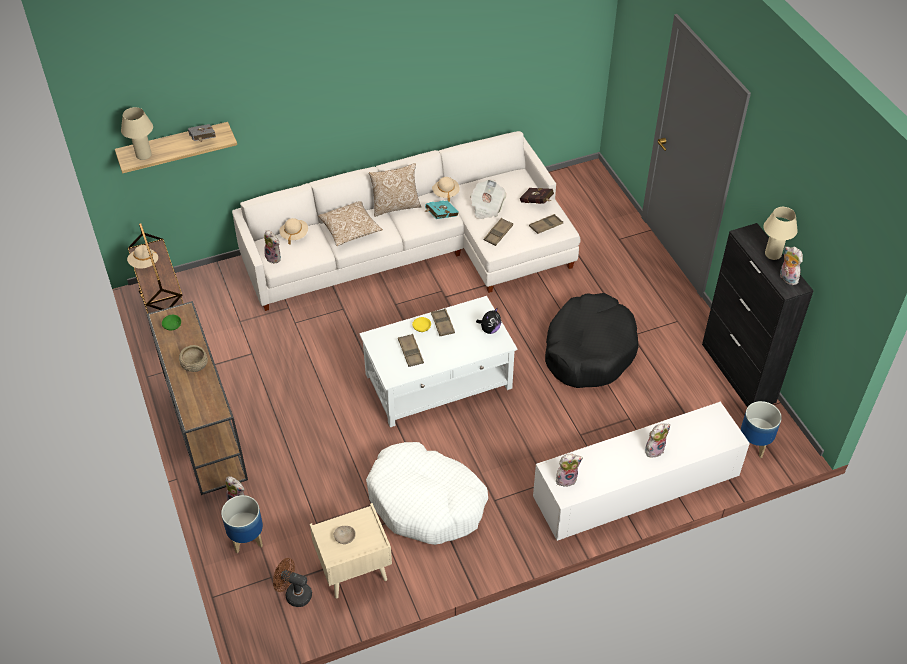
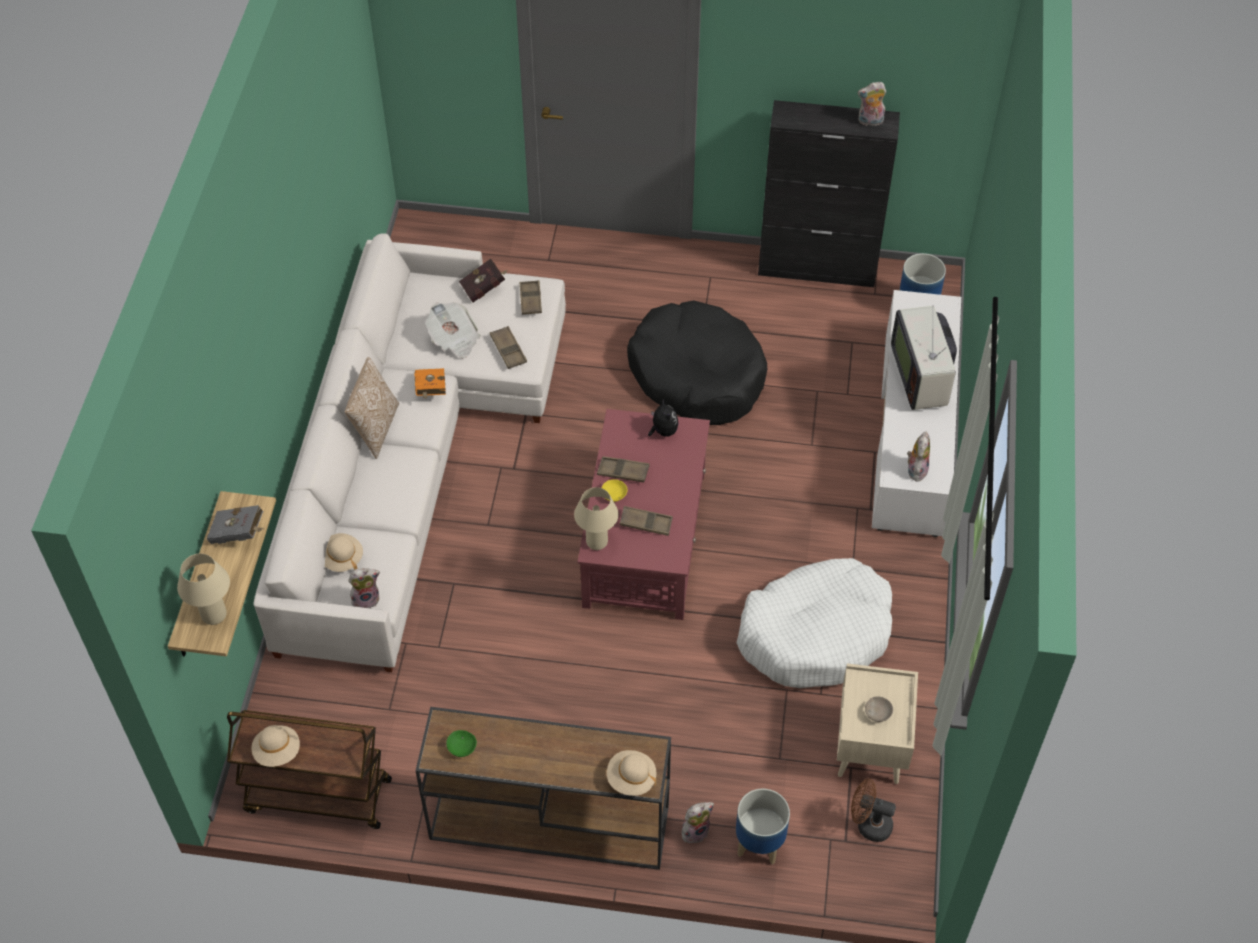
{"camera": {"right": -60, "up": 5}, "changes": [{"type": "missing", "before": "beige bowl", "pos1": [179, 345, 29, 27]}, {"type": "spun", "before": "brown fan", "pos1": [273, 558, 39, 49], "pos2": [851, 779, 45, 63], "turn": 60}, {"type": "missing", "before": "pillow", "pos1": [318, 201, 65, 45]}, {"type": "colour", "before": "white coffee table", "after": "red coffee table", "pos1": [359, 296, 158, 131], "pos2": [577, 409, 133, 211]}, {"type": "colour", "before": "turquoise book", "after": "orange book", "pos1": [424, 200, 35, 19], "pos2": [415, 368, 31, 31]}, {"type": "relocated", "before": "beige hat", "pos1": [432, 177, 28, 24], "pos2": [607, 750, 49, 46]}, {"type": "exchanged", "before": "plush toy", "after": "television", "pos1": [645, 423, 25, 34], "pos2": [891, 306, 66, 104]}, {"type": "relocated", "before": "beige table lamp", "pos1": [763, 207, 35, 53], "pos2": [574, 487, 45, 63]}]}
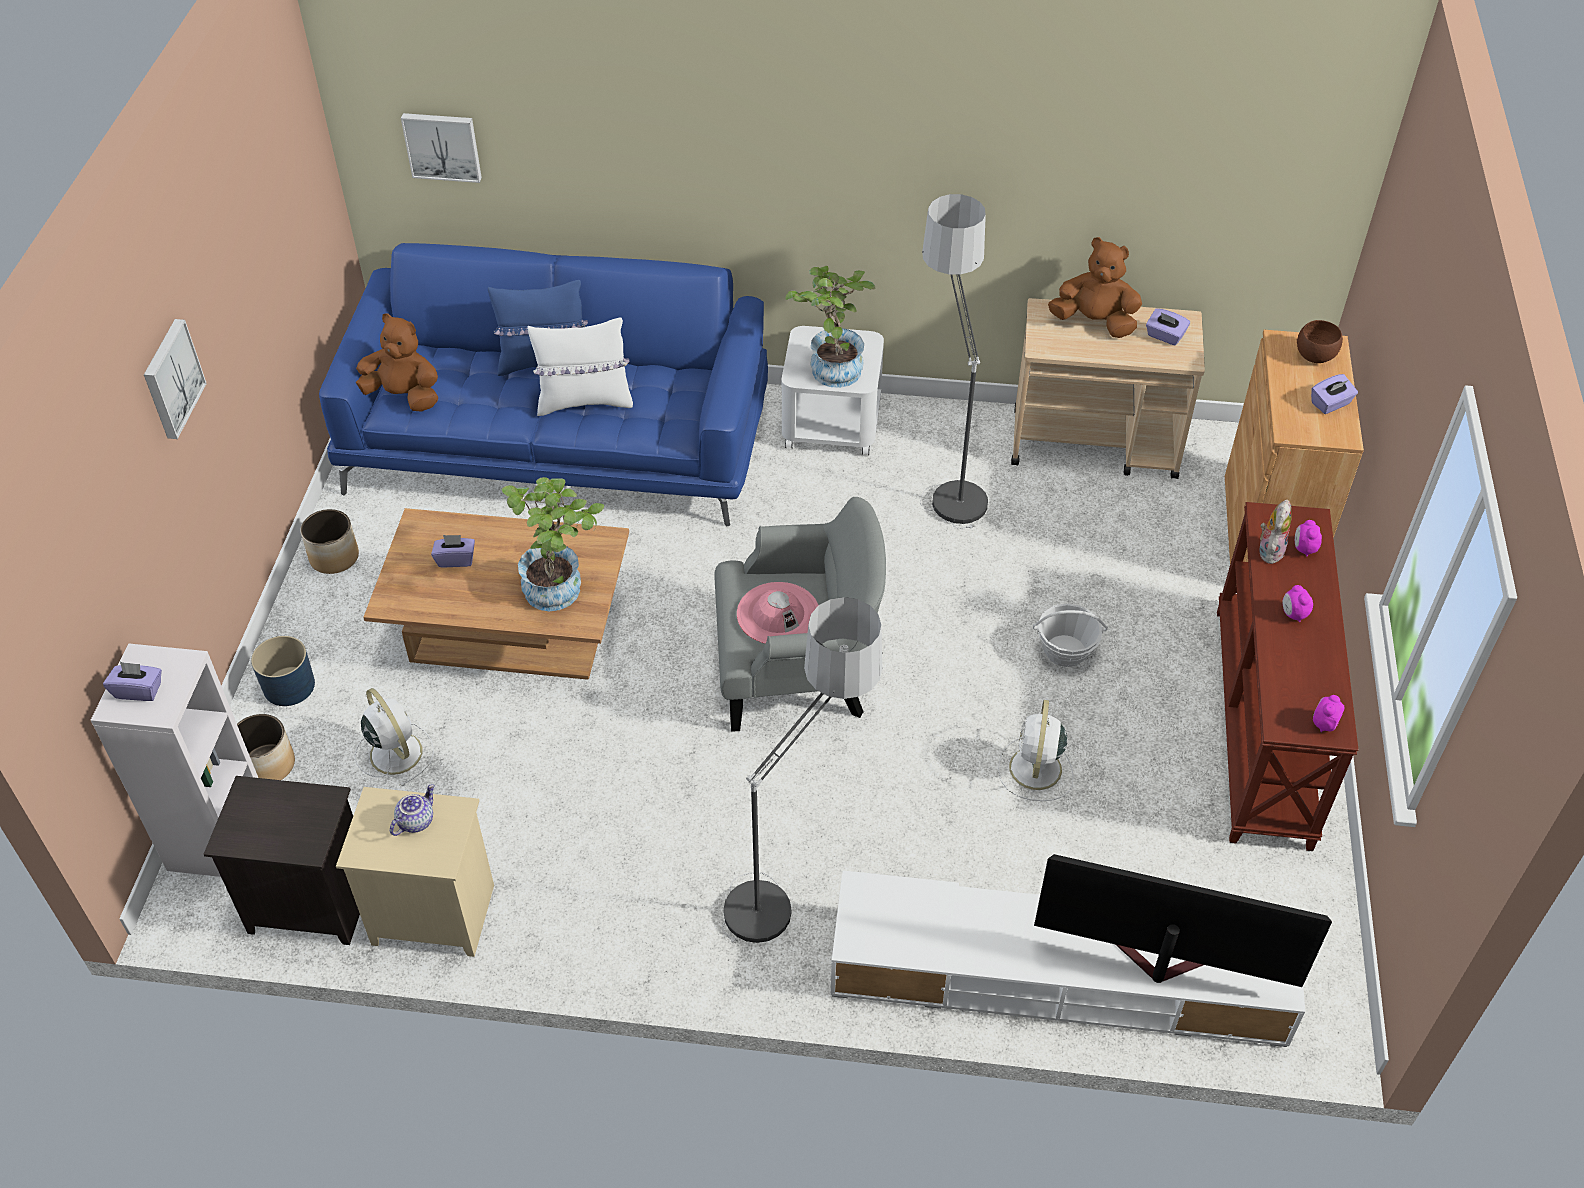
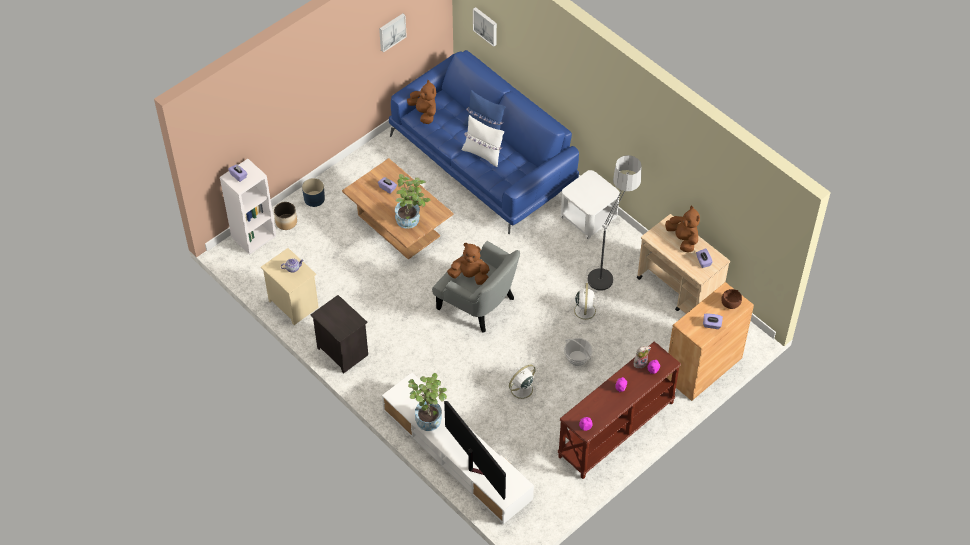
{"camera": {"right": 40, "up": 5}, "changes": [{"type": "relocated", "before": "picture", "pos1": [144, 319, 63, 120], "pos2": [379, 13, 28, 39]}, {"type": "relocated", "before": "black nightstand", "pos1": [204, 776, 156, 169], "pos2": [310, 295, 58, 78]}, {"type": "missing", "before": "planter", "pos1": [300, 509, 59, 65]}, {"type": "relocated", "before": "white fan", "pos1": [355, 688, 79, 99], "pos2": [569, 283, 31, 41]}, {"type": "missing", "before": "floor lamp", "pos1": [722, 597, 161, 346]}, {"type": "exchanged", "before": "pink hat", "after": "brown plush toy", "pos1": [737, 582, 81, 62], "pos2": [447, 243, 43, 42]}, {"type": "relocated", "before": "potted plant", "pos1": [785, 266, 90, 122], "pos2": [408, 373, 39, 58]}]}
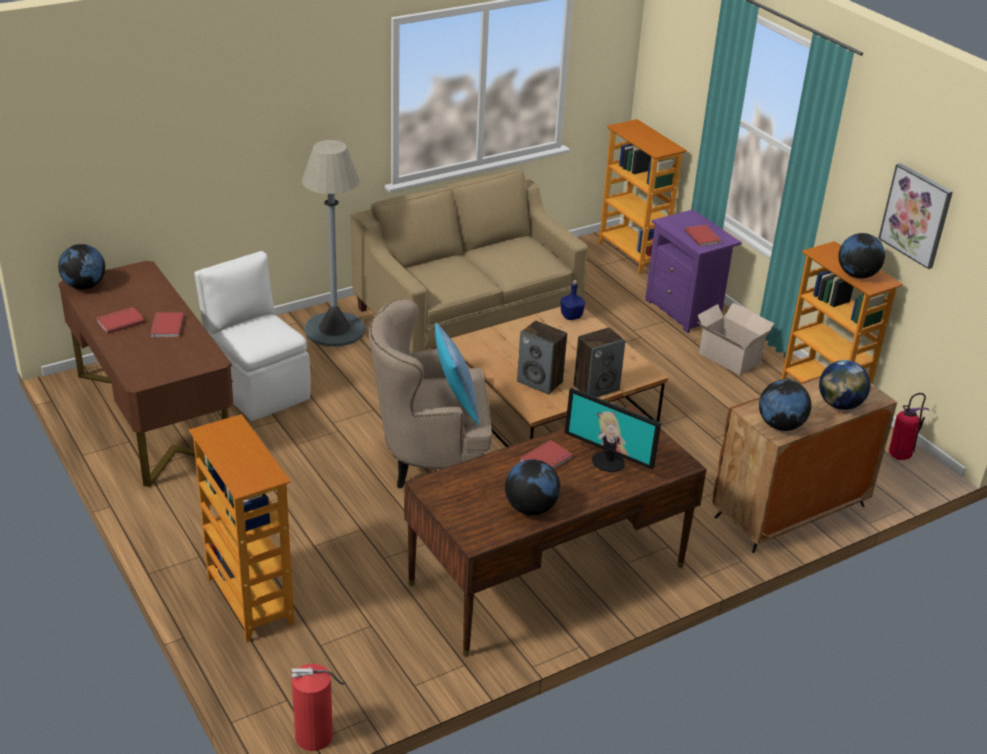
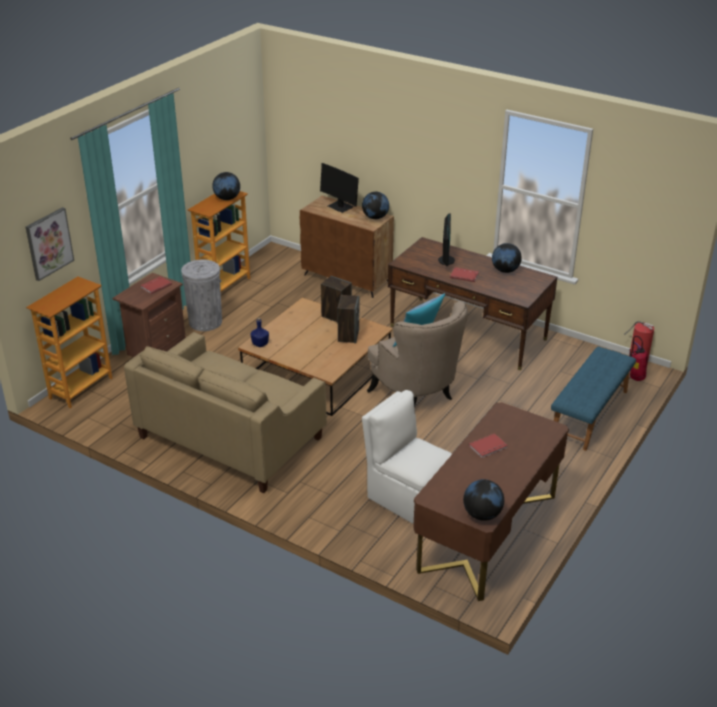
{"camera": {"right": -115, "up": 0}, "changes": [{"type": "missing", "before": "red book", "pos1": [96, 307, 49, 27]}, {"type": "exchanged", "before": "bookcase", "after": "blue bench", "pos1": [189, 414, 105, 228], "pos2": [551, 347, 85, 104]}, {"type": "spun", "before": "white chair", "pos1": [194, 251, 116, 170], "pos2": [362, 390, 90, 134], "turn": 105}, {"type": "missing", "before": "grey floor lamp", "pos1": [302, 140, 63, 207]}, {"type": "colour", "before": "purple nightstand", "after": "brown nightstand", "pos1": [645, 209, 97, 124], "pos2": [113, 273, 73, 84]}, {"type": "exchanged", "before": "cardboard box", "after": "grey trash can", "pos1": [697, 303, 77, 72], "pos2": [181, 260, 41, 71]}, {"type": "exchanged", "before": "globe", "after": "monitor", "pos1": [819, 360, 51, 50], "pos2": [320, 163, 39, 50]}, {"type": "relocated", "before": "picture", "pos1": [878, 163, 75, 106], "pos2": [26, 207, 48, 74]}, {"type": "relocated", "before": "fire extinguisher", "pos1": [889, 393, 40, 67], "pos2": [630, 336, 18, 45]}]}
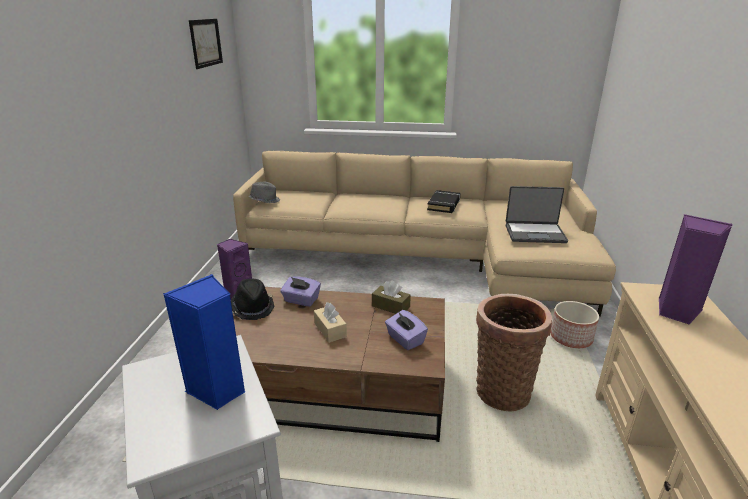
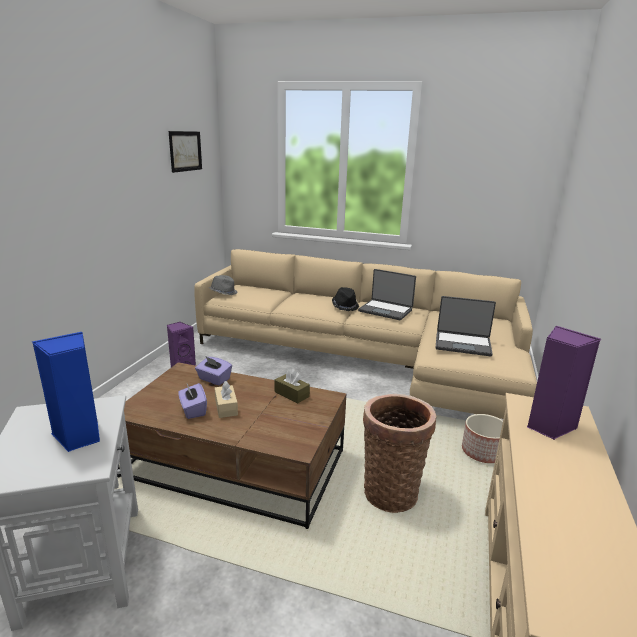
{"camera": {"right": 10, "up": -5}, "changes": [{"type": "relocated", "before": "black hat", "pos1": [231, 279, 44, 41], "pos2": [332, 287, 27, 24]}, {"type": "relocated", "before": "purple tissue box", "pos1": [385, 310, 43, 40], "pos2": [178, 383, 29, 36]}, {"type": "exchanged", "before": "black book", "after": "laptop", "pos1": [427, 190, 33, 23], "pos2": [358, 269, 58, 51]}]}
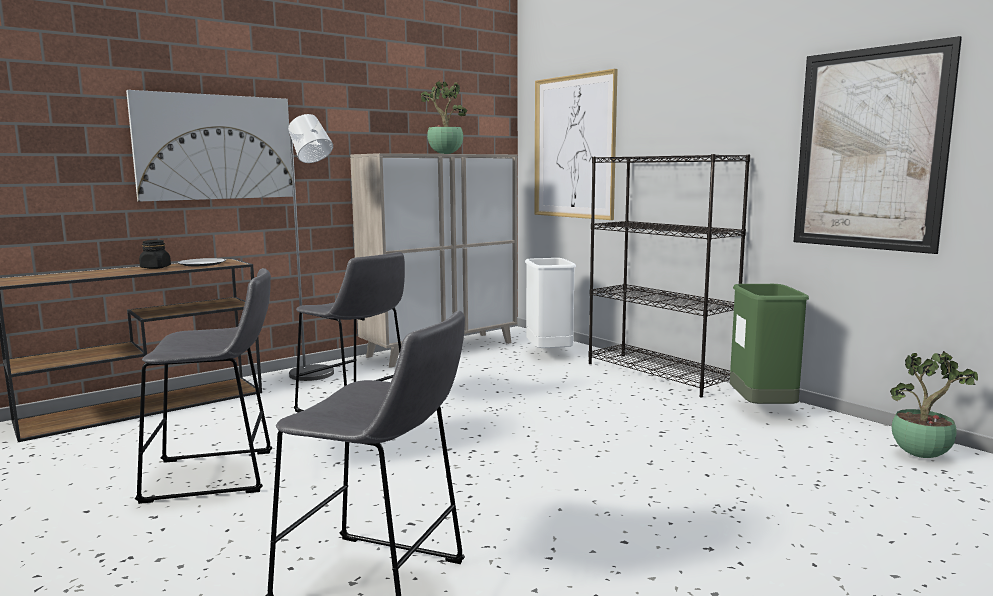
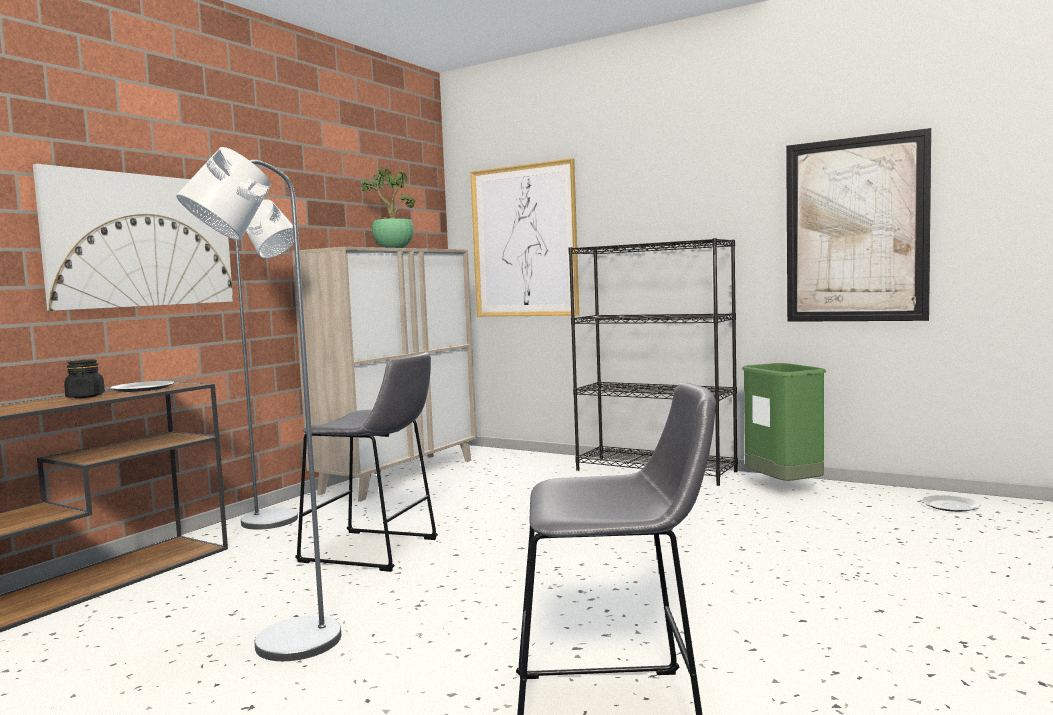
{"camera": {"right": -20, "up": -5}, "changes": [{"type": "exchanged", "before": "grey stool", "after": "grey floor lamp", "pos1": [135, 268, 137, 236], "pos2": [176, 147, 165, 514]}, {"type": "missing", "before": "white trash can", "pos1": [525, 258, 51, 90]}, {"type": "exchanged", "before": "potted plant", "after": "plate", "pos1": [890, 351, 88, 107], "pos2": [921, 495, 60, 17]}]}
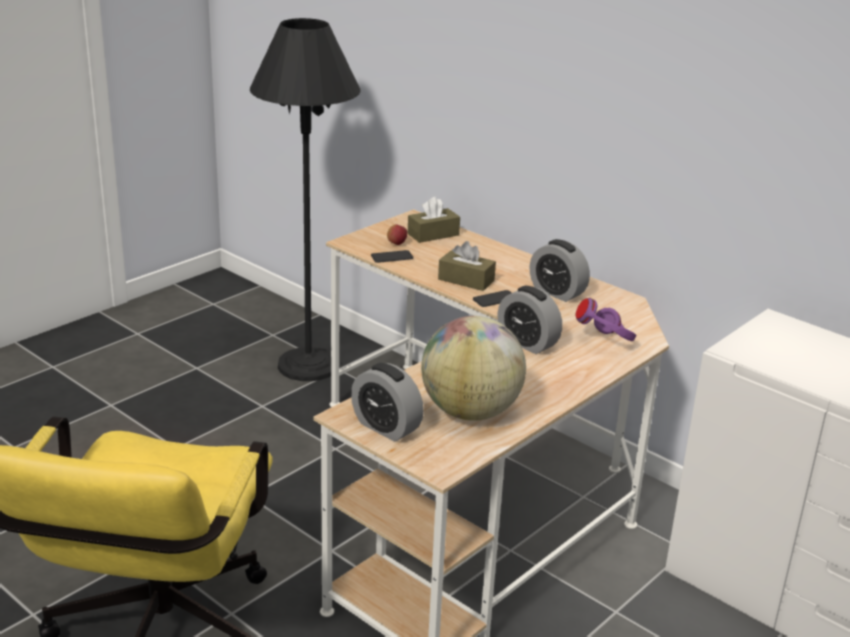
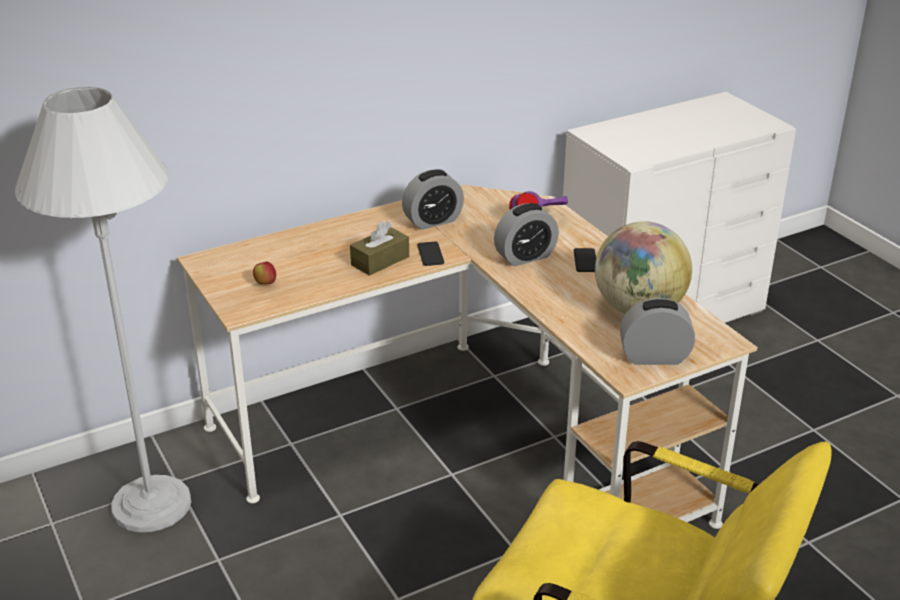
{"camera": {"right": -70, "up": 5}, "changes": [{"type": "colour", "before": "black floor lamp", "after": "white floor lamp", "pos1": [250, 18, 111, 363], "pos2": [15, 87, 176, 445]}, {"type": "spun", "before": "alarm clock", "pos1": [351, 363, 73, 79], "pos2": [620, 298, 75, 67], "turn": -150}, {"type": "relocated", "before": "phone", "pos1": [371, 250, 42, 13], "pos2": [574, 248, 22, 24]}, {"type": "missing", "before": "brown tissue box", "pos1": [408, 197, 52, 46]}]}
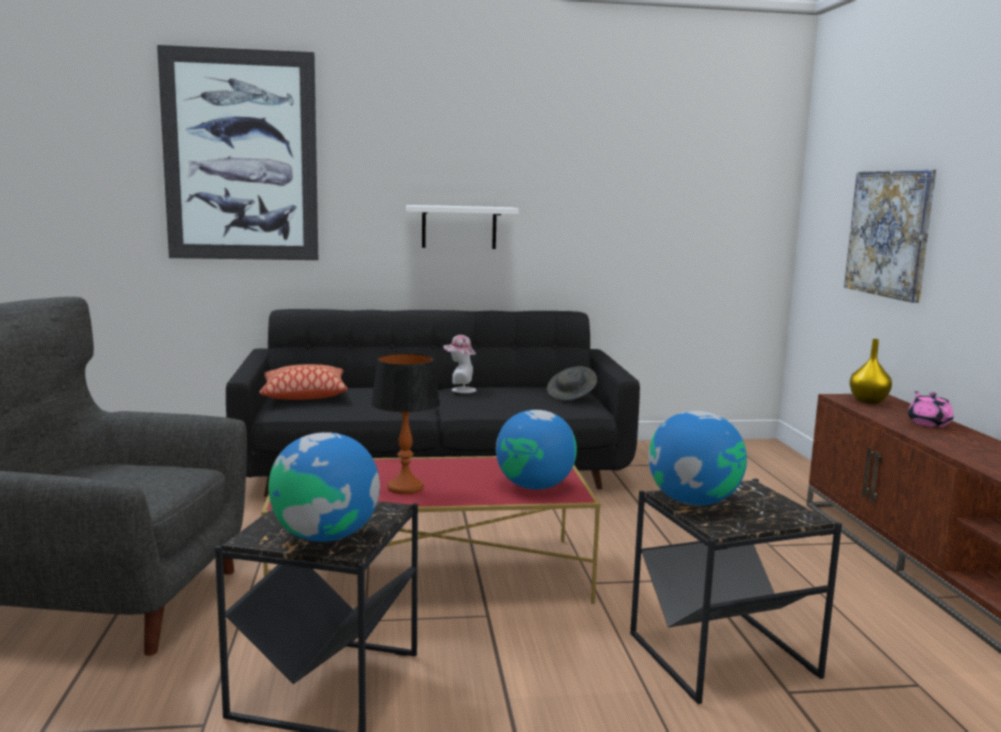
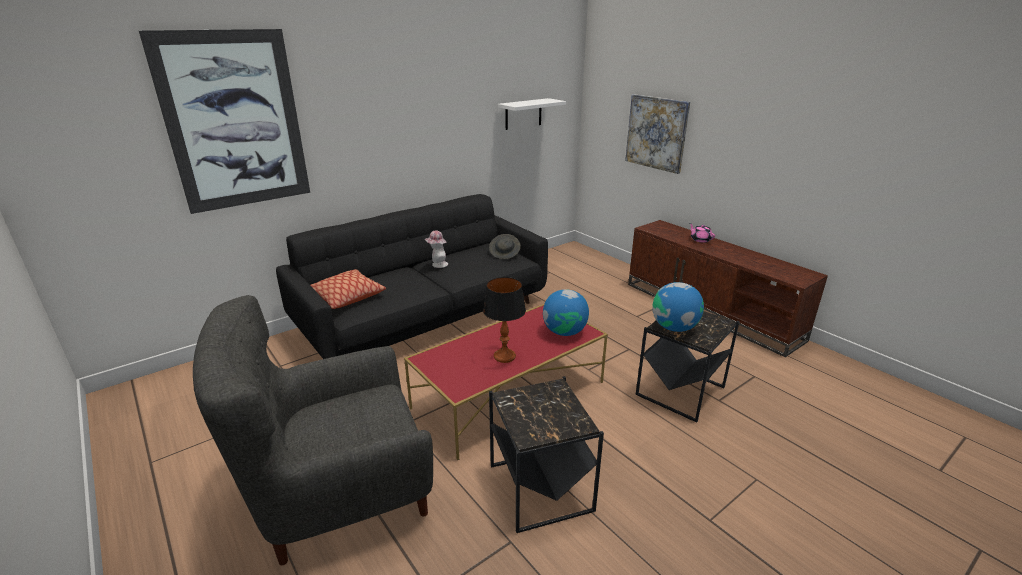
{"camera": {"right": -30, "up": 15}, "changes": [{"type": "missing", "before": "globe", "pos1": [268, 432, 112, 110]}, {"type": "relocated", "before": "white shelf", "pos1": [406, 205, 113, 44], "pos2": [498, 98, 68, 32]}, {"type": "missing", "before": "yellow vase", "pos1": [850, 339, 42, 65]}]}
